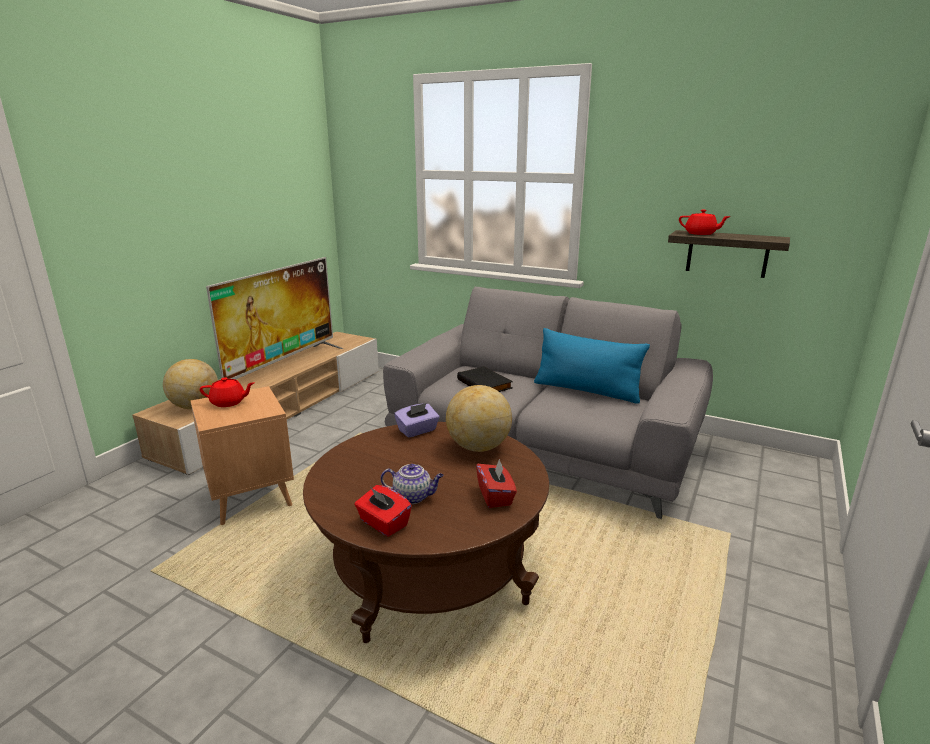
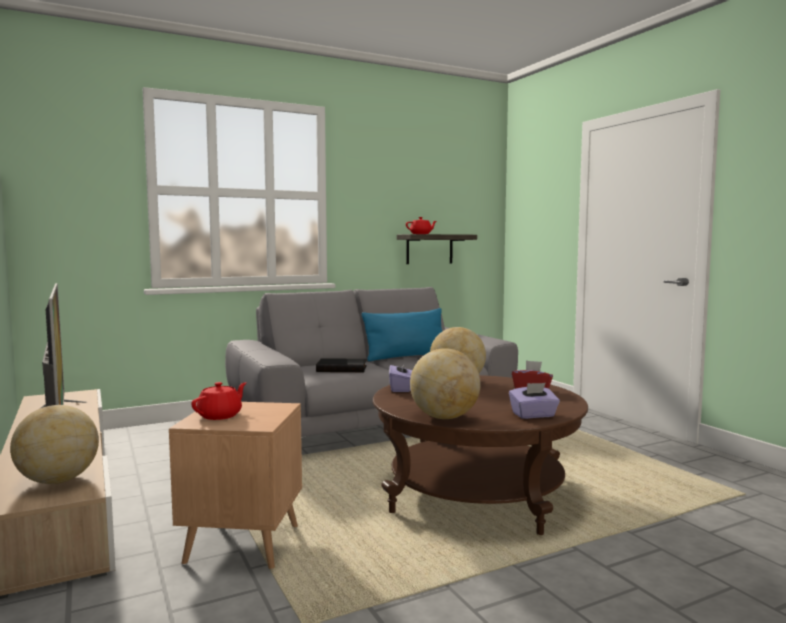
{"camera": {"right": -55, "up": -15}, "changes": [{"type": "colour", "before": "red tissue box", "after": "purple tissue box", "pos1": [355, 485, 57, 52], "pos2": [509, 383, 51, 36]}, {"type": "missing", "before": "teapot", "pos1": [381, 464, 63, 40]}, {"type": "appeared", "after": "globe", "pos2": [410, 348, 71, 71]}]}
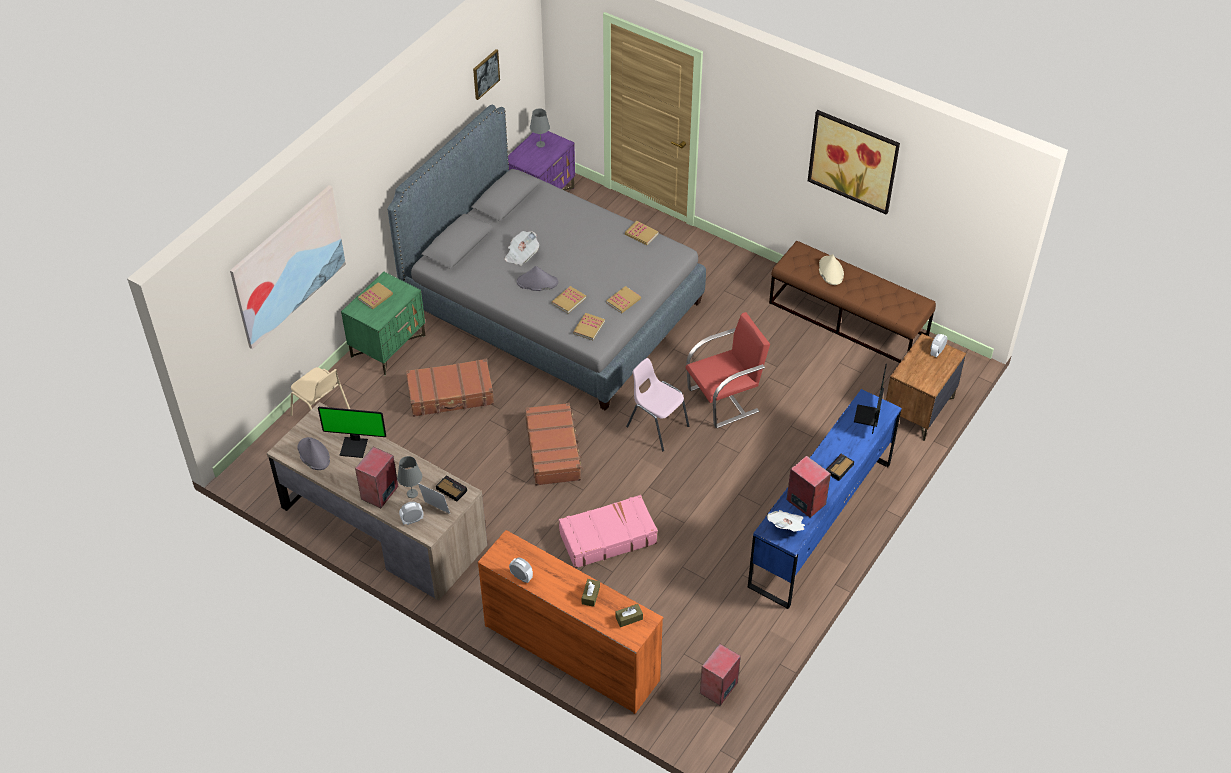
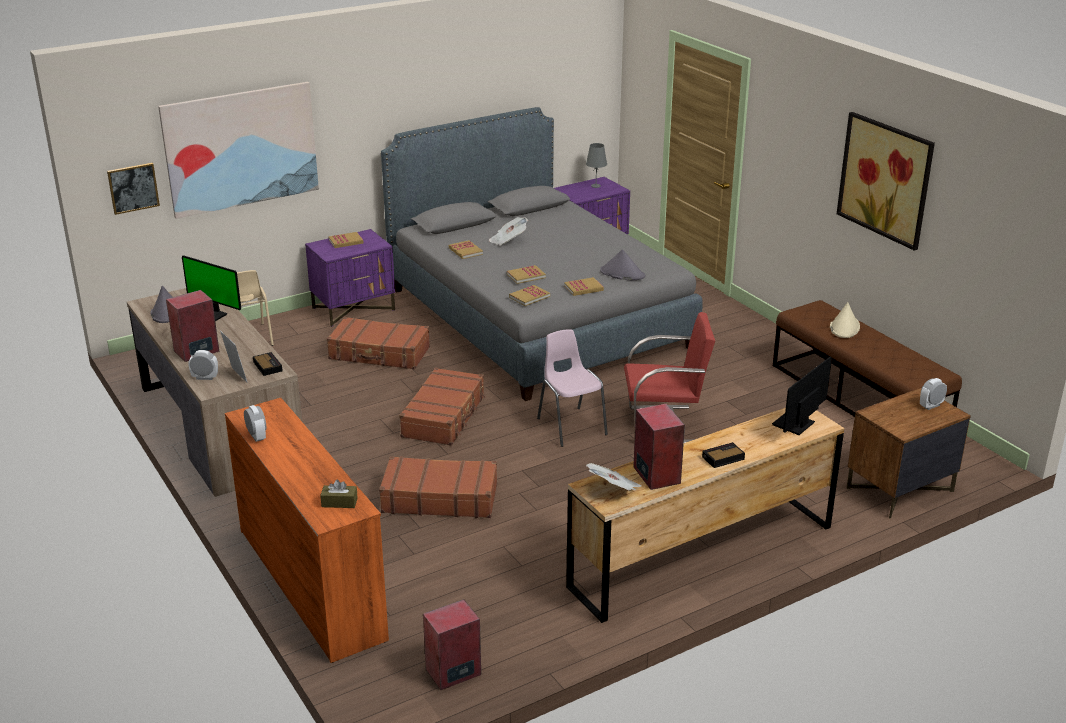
{"camera": {"right": 25, "up": -20}, "changes": [{"type": "colour", "before": "green nightstand", "after": "purple nightstand", "pos1": [341, 272, 84, 103], "pos2": [305, 229, 90, 98]}, {"type": "missing", "before": "grey table lamp", "pos1": [397, 456, 25, 42]}, {"type": "relocated", "before": "picture", "pos1": [473, 49, 27, 51], "pos2": [107, 163, 53, 52]}, {"type": "relocated", "before": "grey hat", "pos1": [517, 266, 41, 25], "pos2": [600, 249, 45, 32]}, {"type": "colour", "before": "pink suitcase", "after": "brown suitcase", "pos1": [559, 495, 99, 73], "pos2": [379, 456, 118, 62]}, {"type": "missing", "before": "brown tissue box", "pos1": [582, 579, 18, 28]}, {"type": "relocated", "before": "book", "pos1": [625, 221, 34, 24], "pos2": [449, 240, 34, 19]}, {"type": "colour", "before": "blue dresser", "after": "brown dresser", "pos1": [747, 389, 155, 220], "pos2": [566, 408, 278, 215]}]}
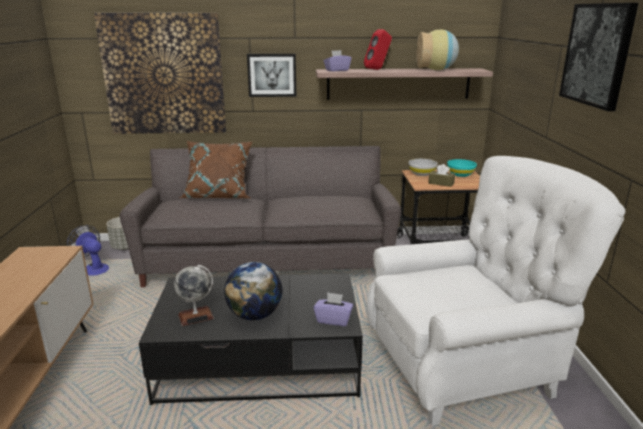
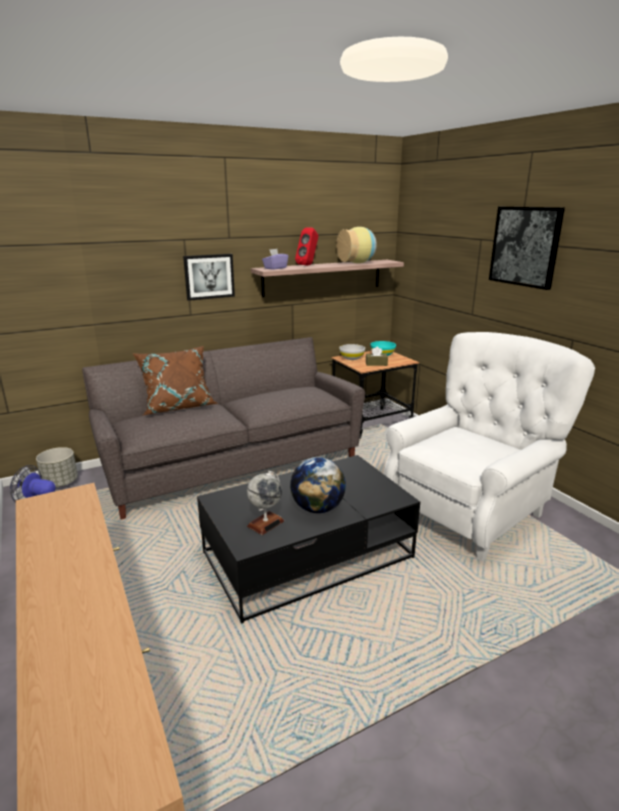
{"camera": {"right": -25, "up": 0}, "changes": [{"type": "missing", "before": "picture", "pos1": [94, 13, 132, 121]}, {"type": "missing", "before": "purple tissue box", "pos1": [314, 292, 40, 34]}]}
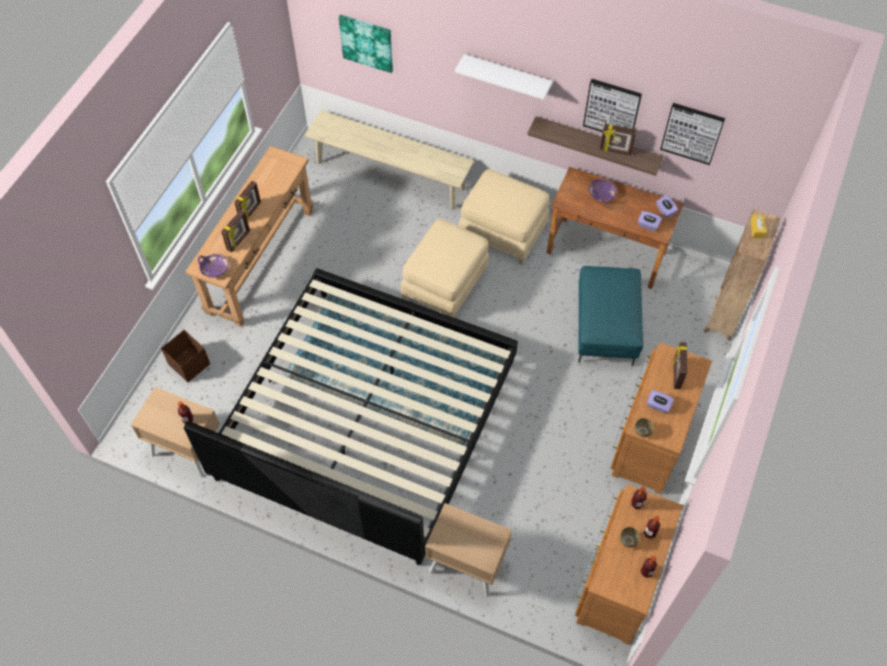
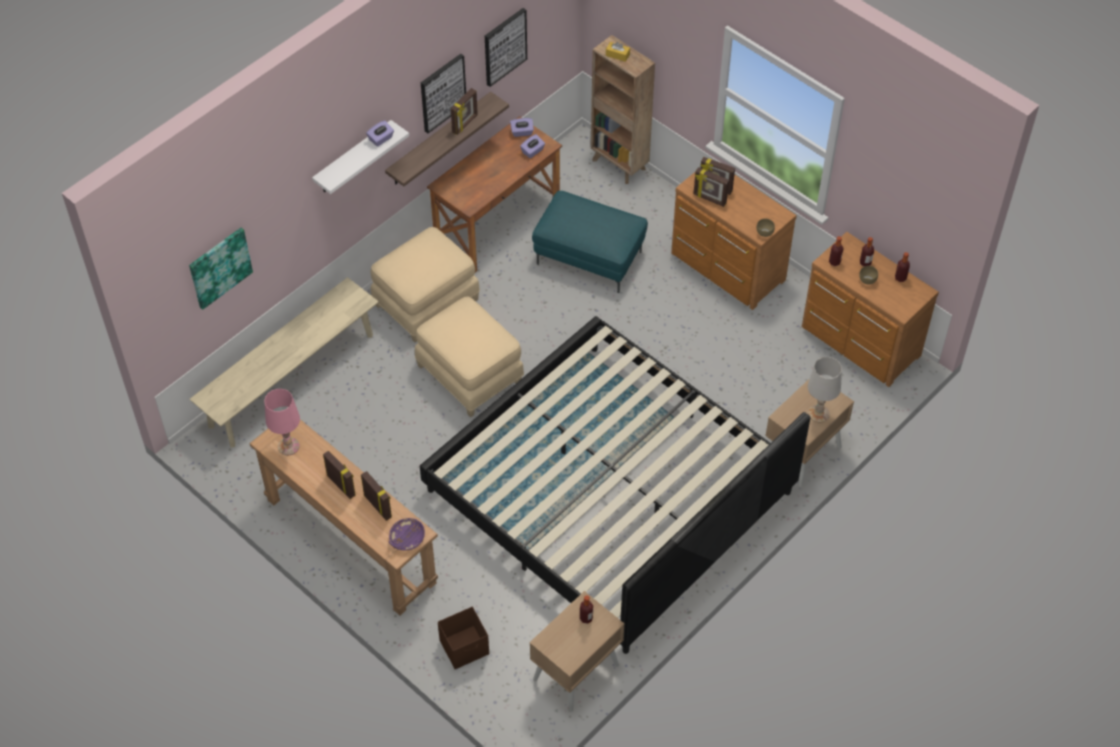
{"camera": {"right": -70, "up": -5}, "changes": [{"type": "missing", "before": "purple bowl", "pos1": [589, 179, 28, 24]}, {"type": "relocated", "before": "purple tissue box", "pos1": [647, 390, 27, 23], "pos2": [366, 121, 28, 25]}, {"type": "appeared", "after": "pink table lamp", "pos2": [264, 389, 36, 66]}, {"type": "appeared", "after": "picture frame", "pos2": [694, 167, 35, 40]}, {"type": "appeared", "after": "white table lamp", "pos2": [808, 357, 34, 66]}]}
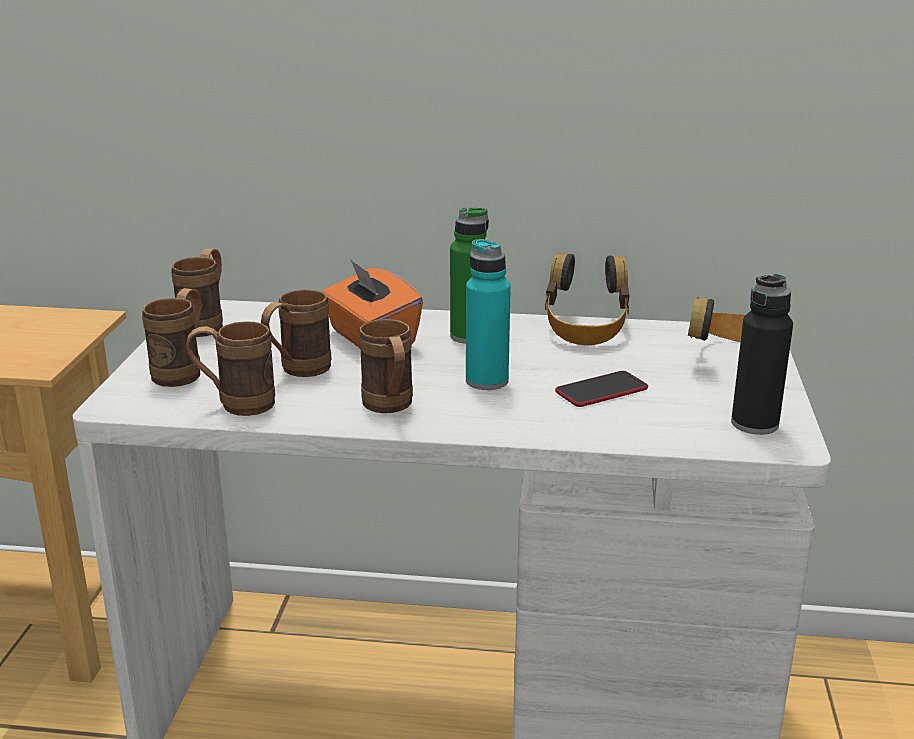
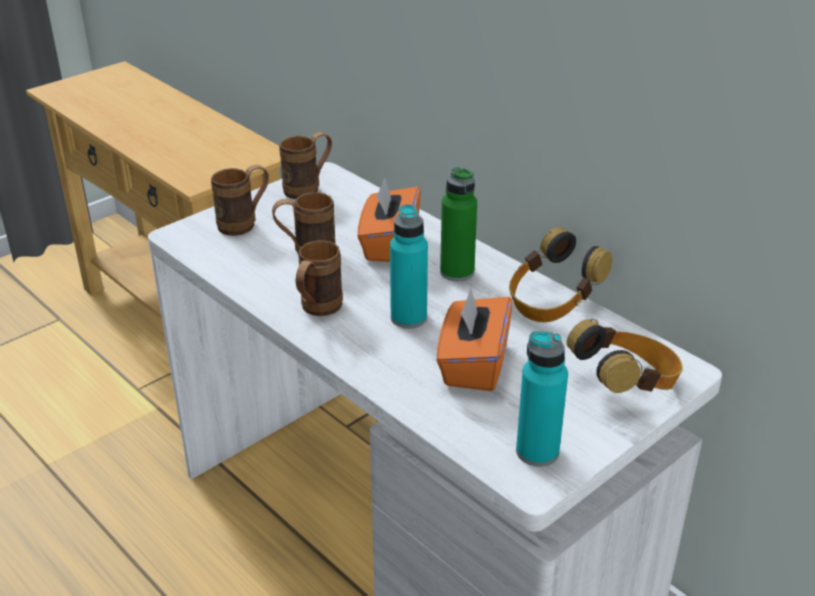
{"camera": {"right": 40, "up": 10}, "changes": [{"type": "missing", "before": "brown mug", "pos1": [186, 322, 89, 94]}, {"type": "exchanged", "before": "phone", "after": "orange tissue box", "pos1": [555, 371, 93, 36], "pos2": [437, 288, 75, 103]}, {"type": "colour", "before": "black bottle", "after": "turquoise bottle", "pos1": [731, 274, 62, 161], "pos2": [516, 331, 52, 136]}]}
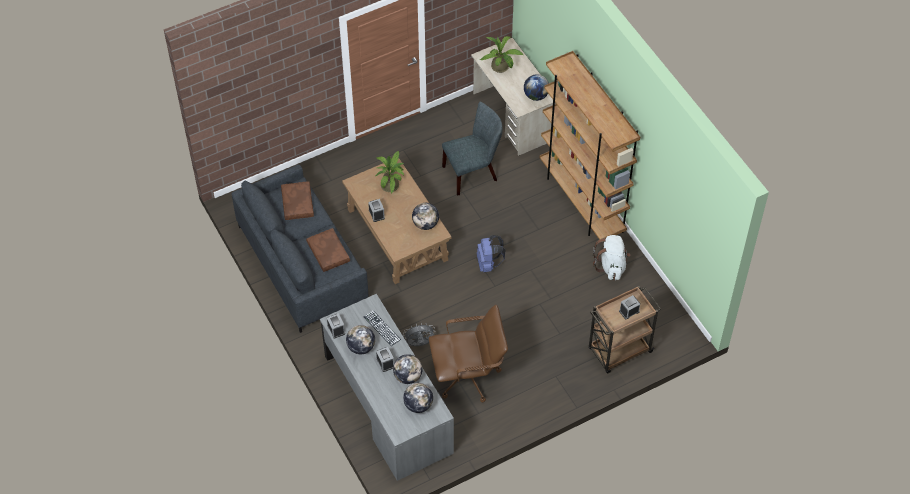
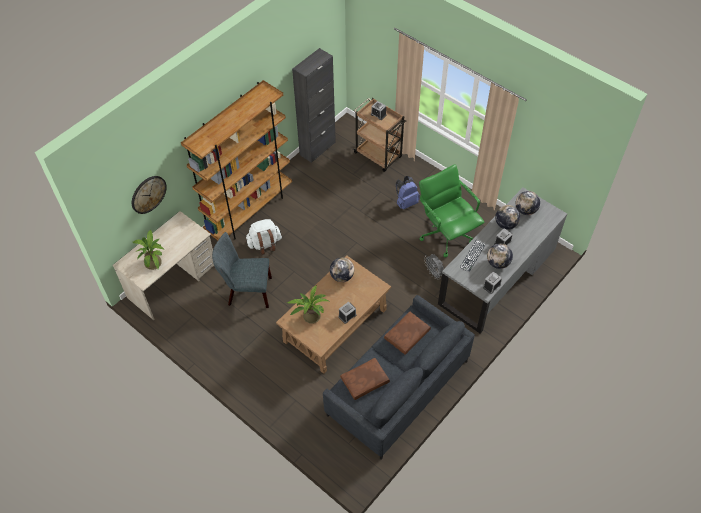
{"camera": {"right": -110, "up": 0}, "changes": [{"type": "colour", "before": "brown office chair", "after": "green office chair", "pos1": [429, 305, 79, 98], "pos2": [419, 164, 65, 93]}, {"type": "spun", "before": "grey chair", "pos1": [442, 102, 61, 94], "pos2": [212, 232, 60, 76], "turn": -45}, {"type": "relocated", "before": "blue backpack", "pos1": [477, 235, 28, 37], "pos2": [396, 176, 24, 34]}, {"type": "missing", "before": "globe", "pos1": [524, 75, 25, 26]}, {"type": "relocated", "before": "white backpack", "pos1": [593, 235, 38, 45], "pos2": [245, 219, 37, 36]}, {"type": "appeared", "after": "wall clock", "pos2": [132, 176, 35, 38]}, {"type": "appeared", "after": "black cabinet", "pos2": [292, 48, 44, 115]}]}
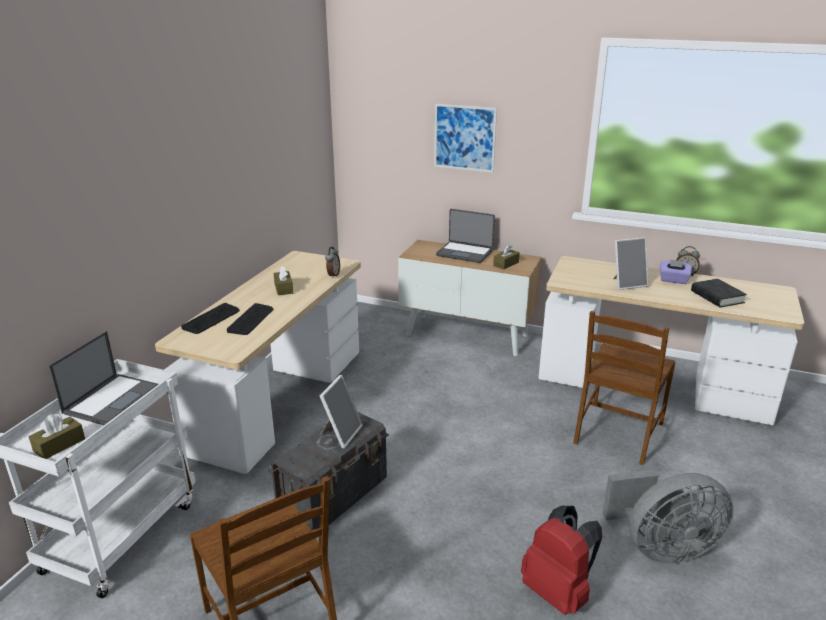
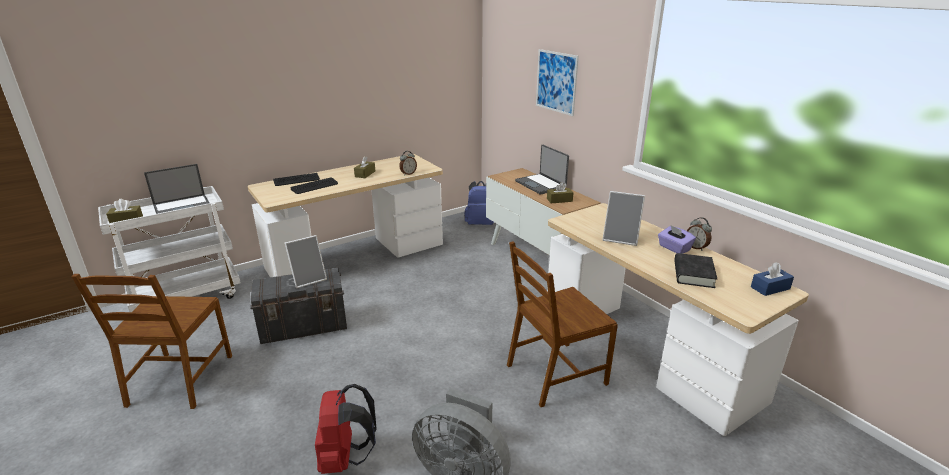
{"camera": {"right": 35, "up": 0}, "changes": [{"type": "appeared", "after": "blue backpack", "pos2": [464, 181, 30, 44]}, {"type": "appeared", "after": "blue tissue box", "pos2": [751, 262, 43, 34]}]}
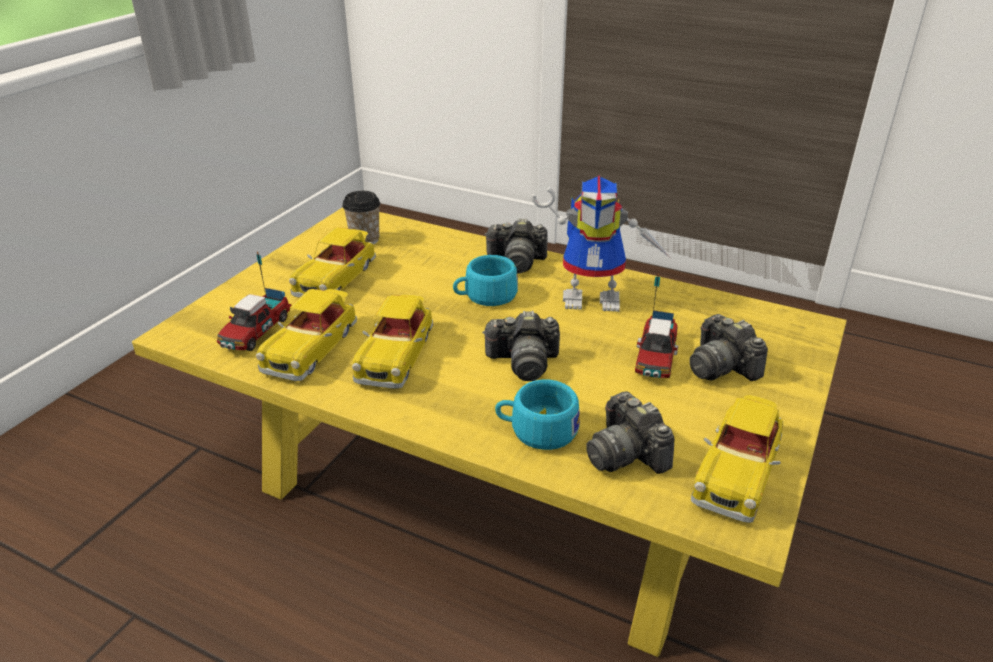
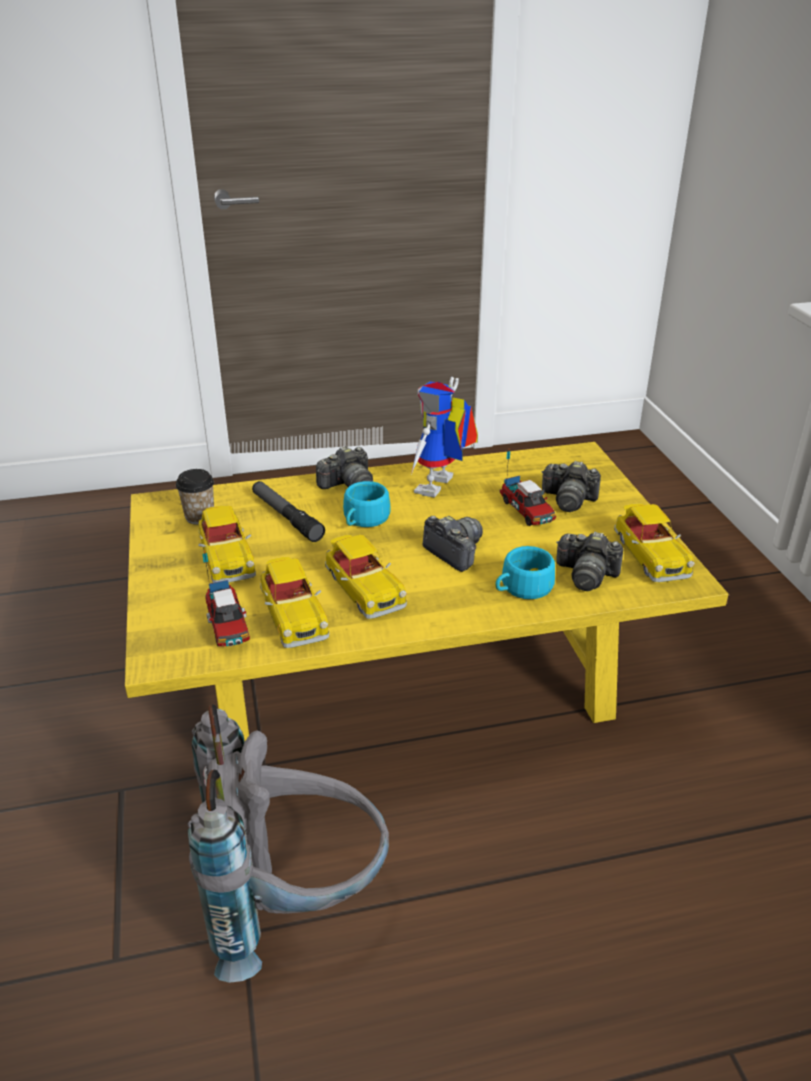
{"camera": {"right": -40, "up": 0}, "changes": [{"type": "spun", "before": "photo camera", "pos1": [482, 311, 78, 70], "pos2": [423, 516, 60, 56], "turn": -90}, {"type": "spun", "before": "toy robot", "pos1": [531, 175, 139, 137], "pos2": [411, 377, 67, 120], "turn": 150}, {"type": "appeared", "after": "grey backpack", "pos2": [188, 704, 201, 279]}, {"type": "appeared", "after": "flashlight", "pos2": [252, 481, 73, 61]}]}
